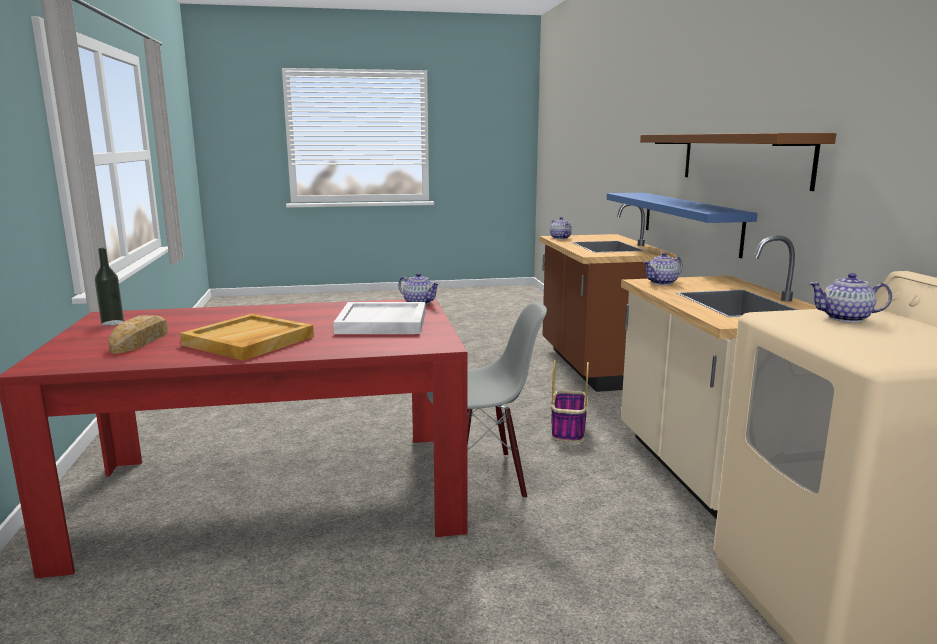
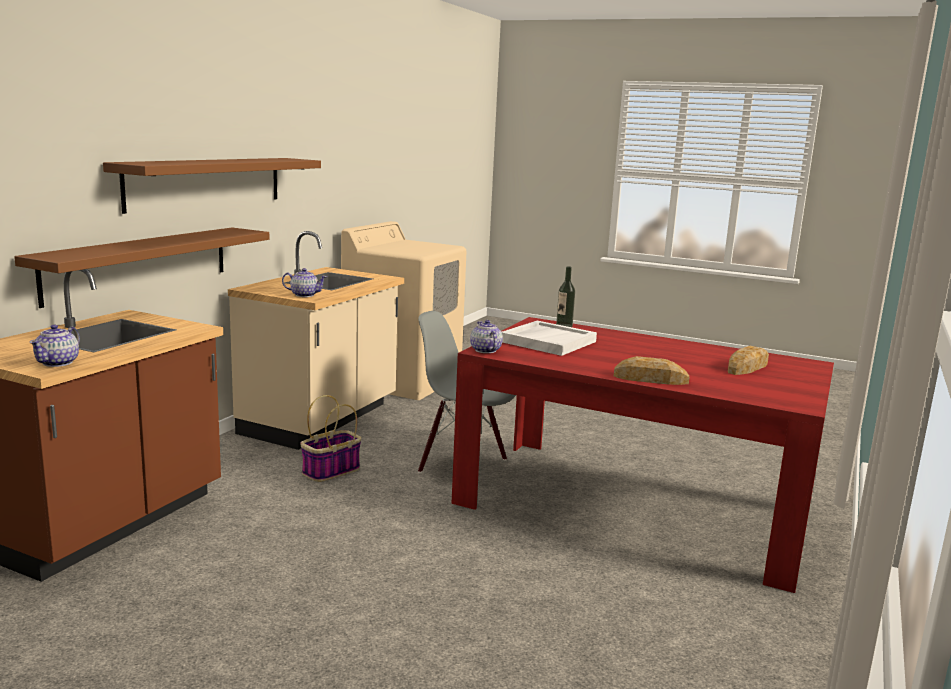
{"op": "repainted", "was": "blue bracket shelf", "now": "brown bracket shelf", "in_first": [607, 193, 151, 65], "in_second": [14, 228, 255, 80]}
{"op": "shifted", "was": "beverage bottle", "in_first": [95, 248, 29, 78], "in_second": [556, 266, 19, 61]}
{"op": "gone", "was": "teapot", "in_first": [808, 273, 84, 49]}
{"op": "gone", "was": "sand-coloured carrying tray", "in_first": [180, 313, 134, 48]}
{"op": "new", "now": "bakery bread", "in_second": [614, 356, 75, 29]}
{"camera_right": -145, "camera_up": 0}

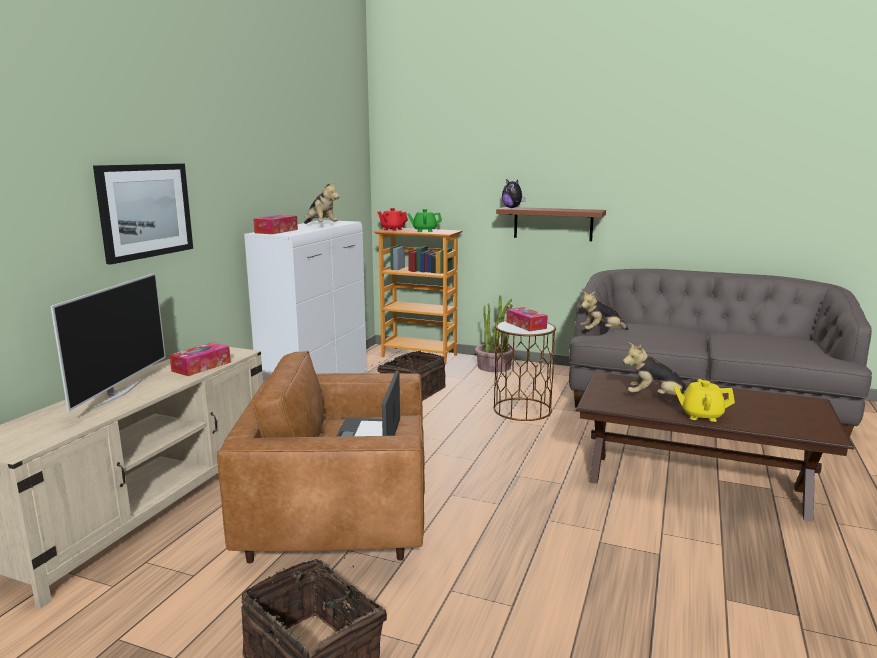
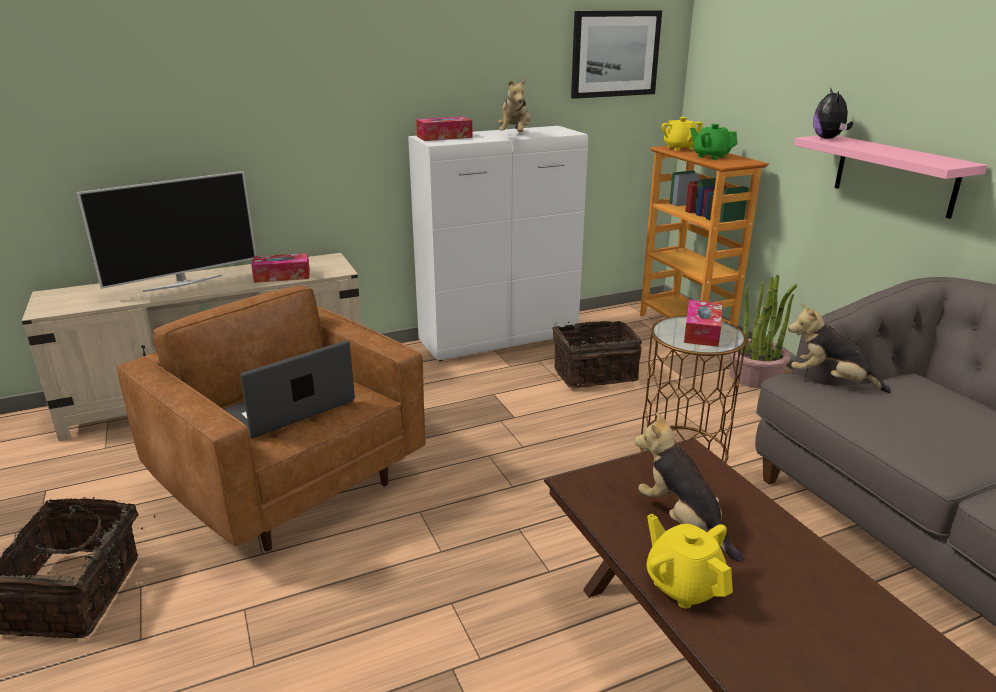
{"op": "shifted", "was": "picture", "in_first": [93, 164, 100, 100], "in_second": [571, 10, 91, 89]}
{"op": "repainted", "was": "brown bracket shelf", "now": "pink-coloured bracket shelf", "in_first": [496, 207, 110, 34], "in_second": [794, 136, 194, 83]}
{"op": "repainted", "was": "red-coloured teapot", "now": "yellowish teapot", "in_first": [377, 208, 31, 23], "in_second": [661, 117, 42, 34]}
{"camera_right": 45, "camera_up": 10}

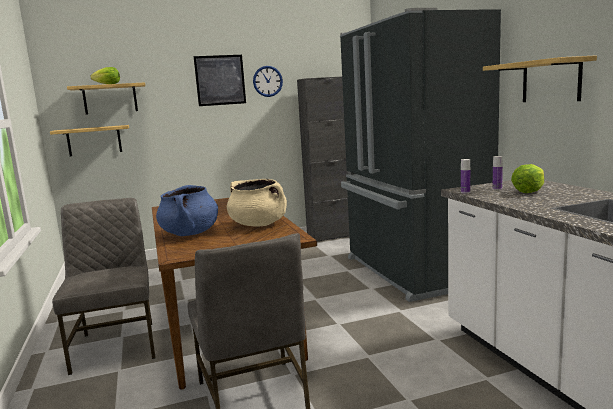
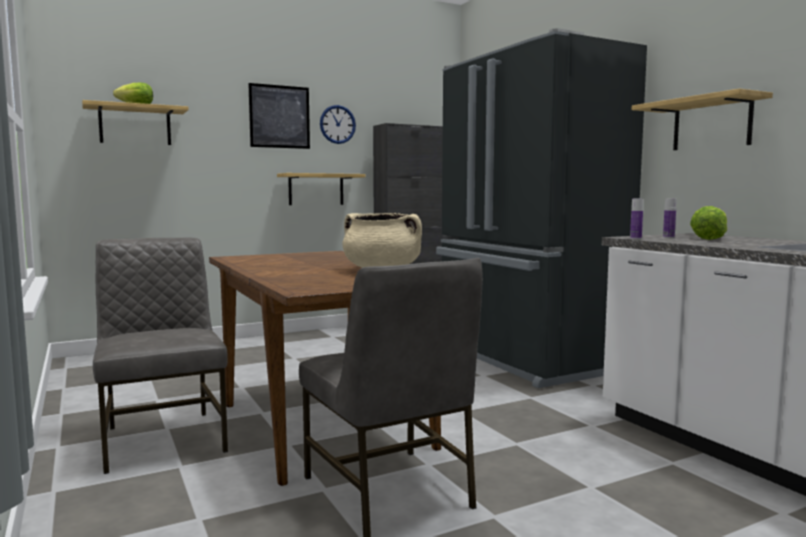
{"op": "shifted", "was": "bracket shelf", "in_first": [50, 125, 79, 31], "in_second": [277, 173, 89, 32]}
{"op": "gone", "was": "blue saucepot", "in_first": [156, 185, 62, 51]}
{"camera_right": -10, "camera_up": -5}

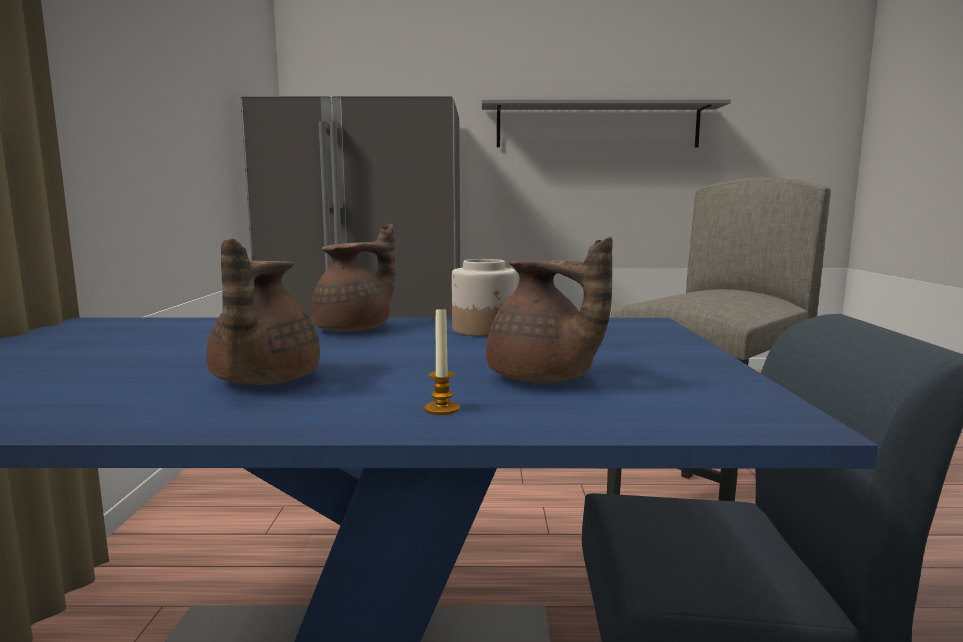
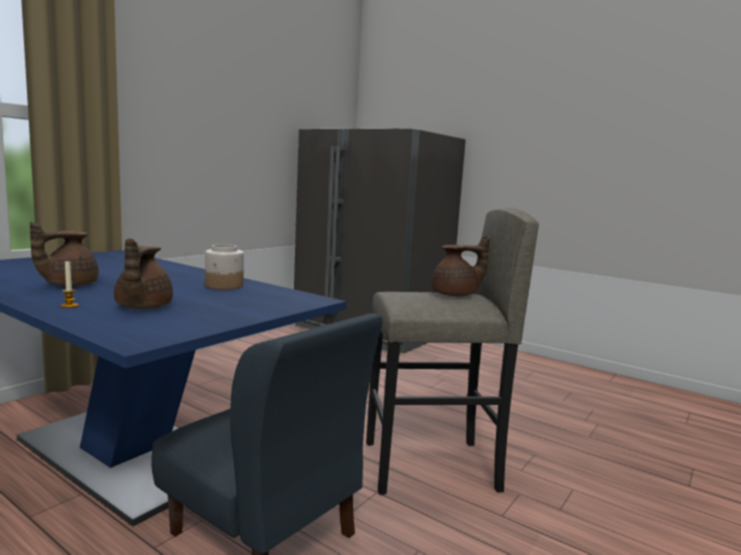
{"op": "gone", "was": "gray bracket shelf", "in_first": [482, 99, 249, 48]}
{"op": "shifted", "was": "brown teapot", "in_first": [311, 224, 85, 108], "in_second": [432, 236, 58, 61]}
{"camera_right": 35, "camera_up": 0}

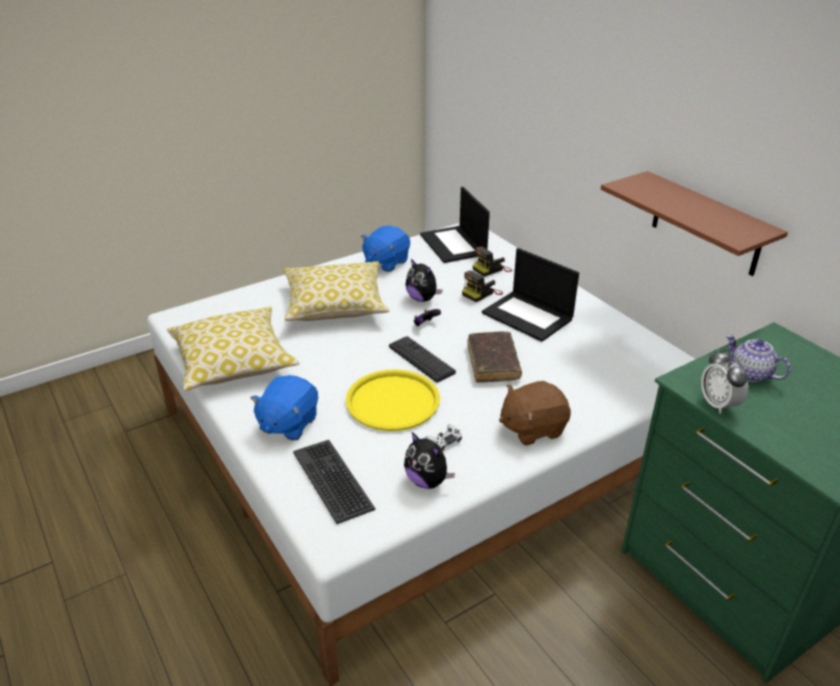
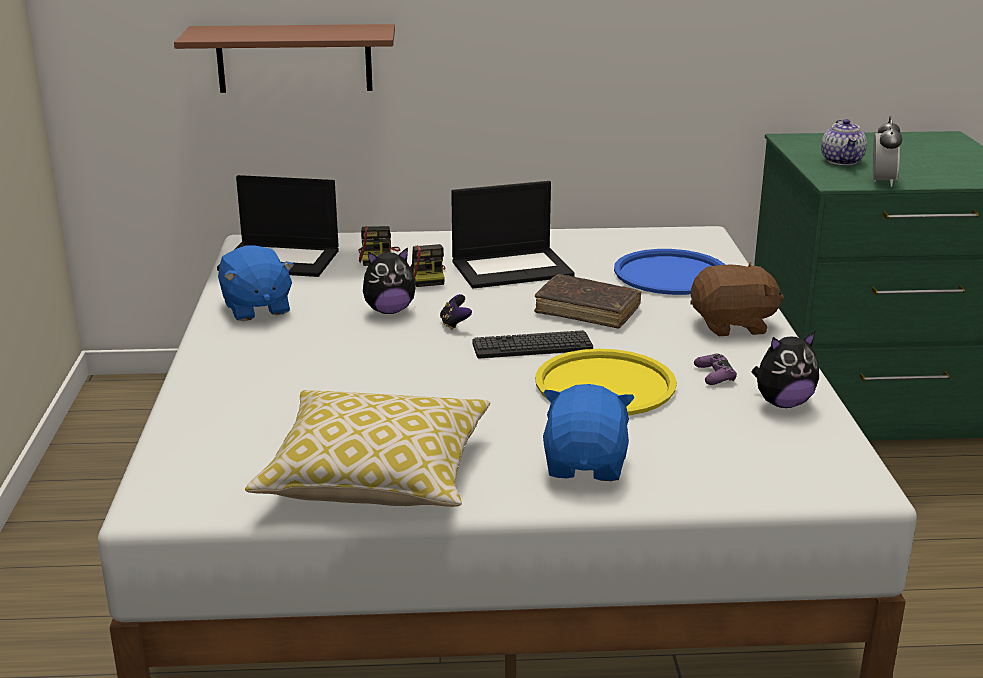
{"op": "shifted", "was": "brown bracket shelf", "in_first": [601, 171, 187, 105], "in_second": [174, 24, 221, 69]}
{"op": "gone", "was": "throw pillow", "in_first": [283, 261, 107, 60]}
{"op": "rotated", "was": "teapot", "in_first": [726, 335, 65, 47], "in_second": [821, 119, 46, 46], "clockwise": -75}
{"op": "rotated", "was": "bedside clock", "in_first": [701, 350, 48, 64], "in_second": [873, 116, 30, 71], "clockwise": -90}
{"op": "rotated", "was": "blue cuddly toy", "in_first": [250, 375, 68, 66], "in_second": [543, 384, 92, 97], "clockwise": -135}
{"op": "rotated", "was": "brown cuddly toy", "in_first": [499, 381, 72, 65], "in_second": [691, 262, 93, 74], "clockwise": -105}
{"op": "repainted", "was": "white game controller", "now": "purple-coloured game controller", "in_first": [425, 424, 37, 27], "in_second": [694, 353, 43, 32]}
{"op": "gone", "was": "computer keyboard", "in_first": [293, 440, 82, 84]}
{"op": "new", "now": "blue carrying tray", "in_second": [614, 249, 112, 46]}
{"camera_right": -60, "camera_up": -10}

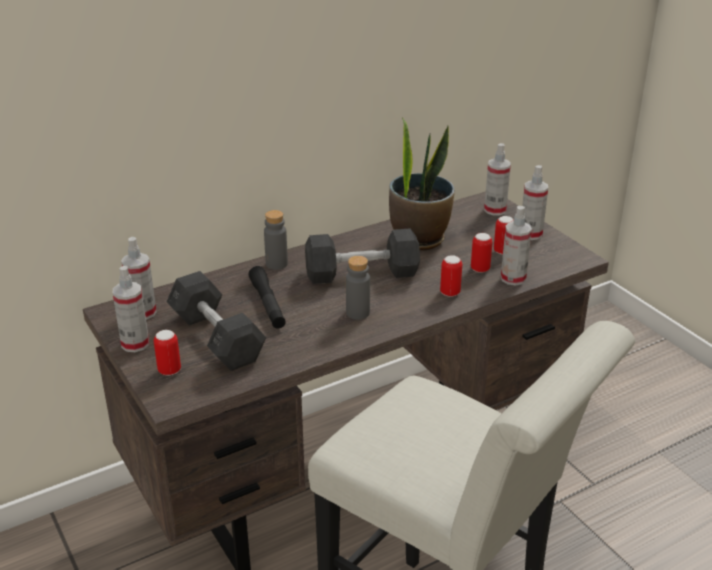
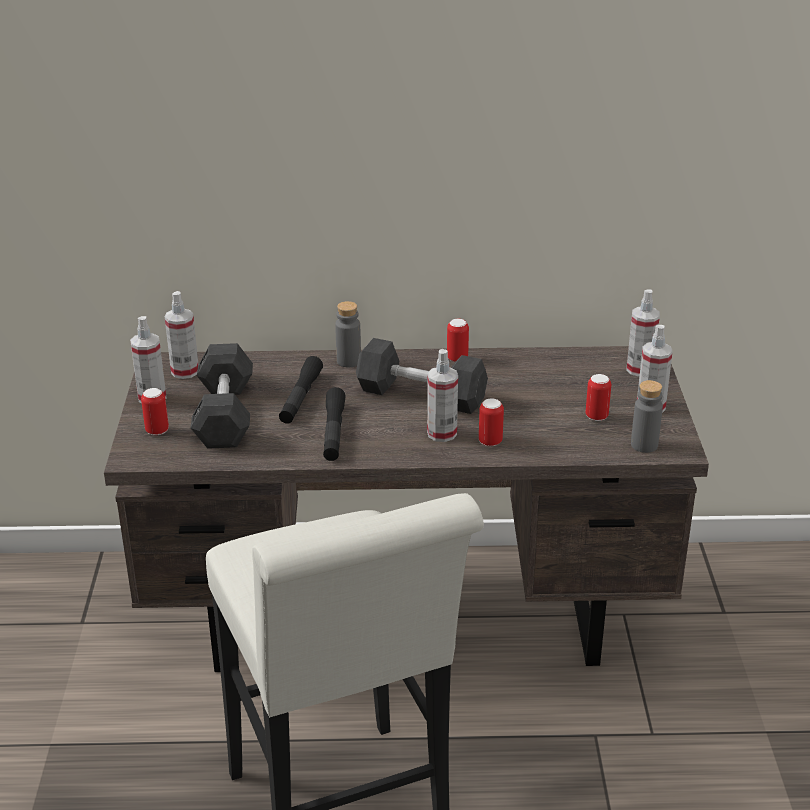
{"op": "gone", "was": "houseplant", "in_first": [389, 118, 66, 133]}
{"op": "shifted", "was": "spray bottle", "in_first": [501, 206, 31, 80], "in_second": [427, 349, 31, 93]}
{"op": "shifted", "was": "metal can", "in_first": [471, 233, 22, 40], "in_second": [447, 319, 22, 43]}
{"op": "shifted", "was": "gray beverage bottle", "in_first": [346, 256, 24, 64], "in_second": [631, 380, 32, 73]}
{"op": "new", "now": "black torch", "in_second": [323, 387, 23, 74]}
{"camera_right": 30, "camera_up": 0}

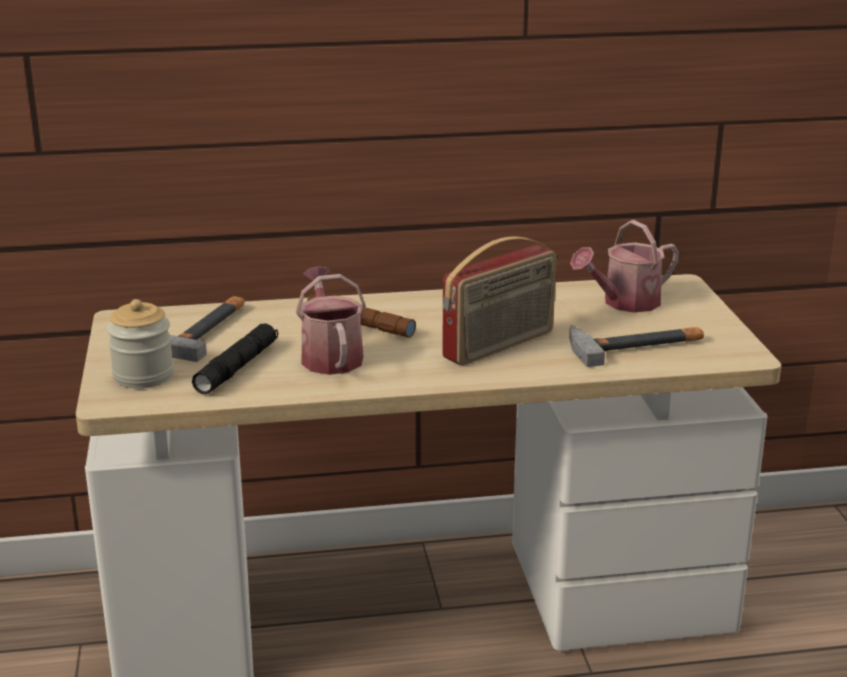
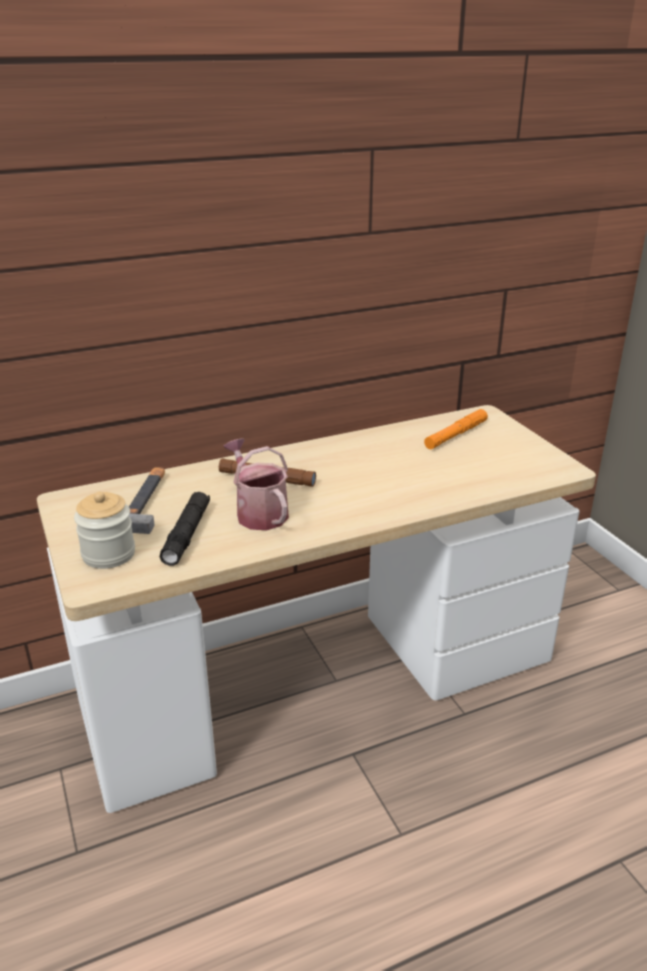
{"op": "swapped", "was": "watering can", "now": "orange torch", "in_first": [570, 220, 109, 93], "in_second": [424, 409, 64, 40]}
{"op": "gone", "was": "radio receiver", "in_first": [442, 237, 115, 128]}
{"op": "gone", "was": "hammer", "in_first": [569, 325, 135, 42]}
{"camera_right": -15, "camera_up": 5}

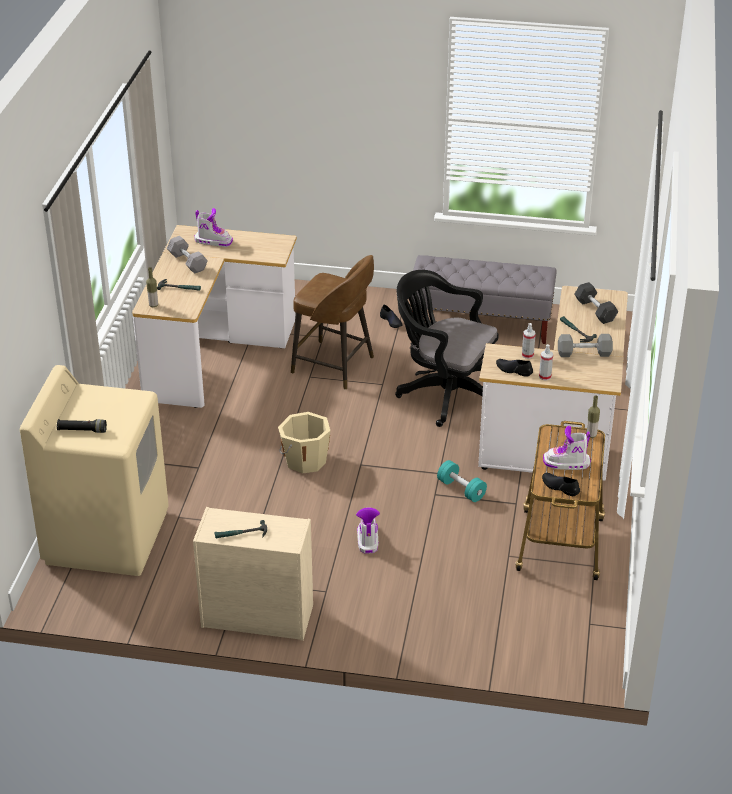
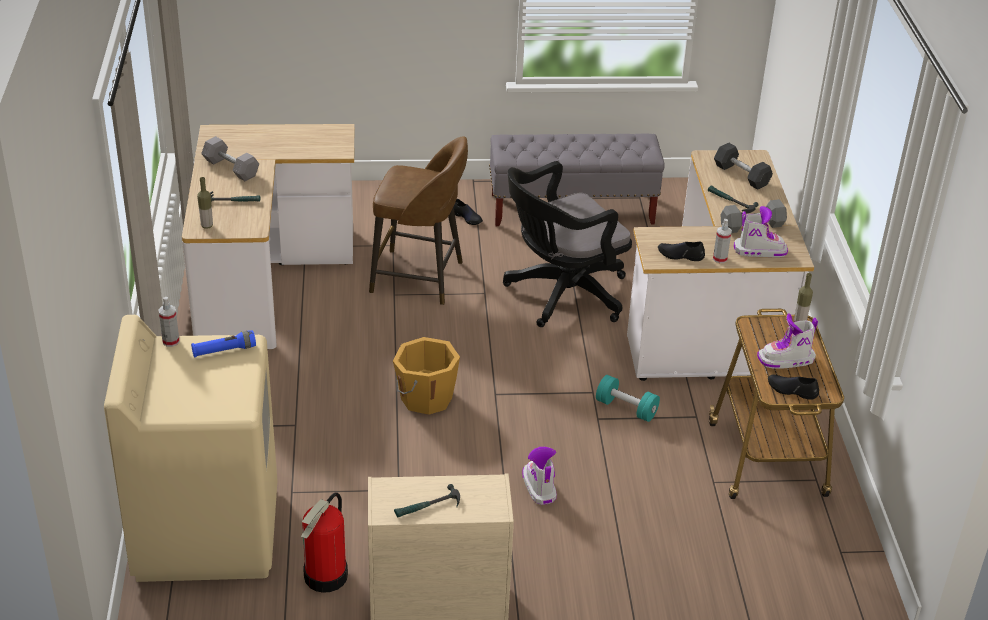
{"op": "shifted", "was": "tall boot", "in_first": [194, 208, 39, 39], "in_second": [734, 206, 54, 51]}
{"op": "rotated", "was": "black office chair", "in_first": [395, 270, 103, 157], "in_second": [503, 161, 129, 166], "clockwise": -45}
{"op": "shifted", "was": "spray bottle", "in_first": [522, 323, 14, 36], "in_second": [158, 297, 22, 50]}
{"op": "repainted", "was": "sand-coloured water bucket", "now": "orange water bucket", "in_first": [278, 412, 52, 61], "in_second": [393, 337, 67, 78]}
{"op": "gone", "was": "black torch", "in_first": [57, 419, 50, 14]}
{"op": "new", "now": "blue torch", "in_second": [191, 330, 65, 28]}
{"op": "new", "now": "fire-fighting cylinder", "in_second": [301, 492, 47, 101]}
{"camera_right": -15, "camera_up": 0}

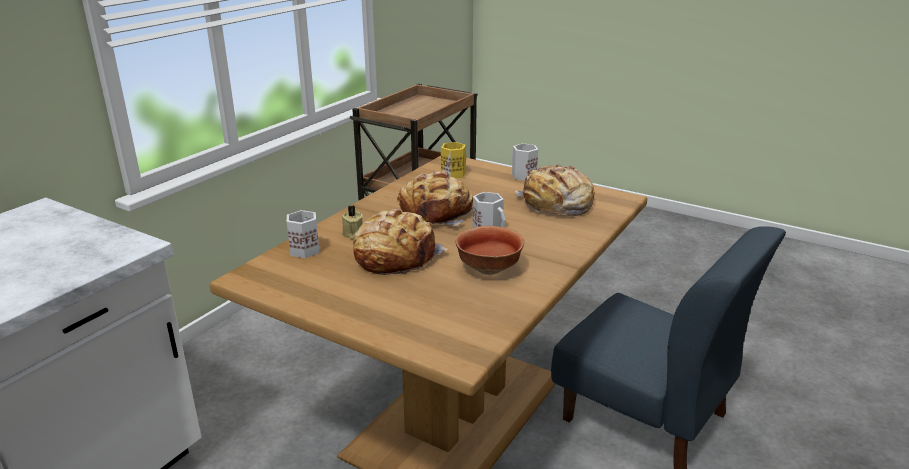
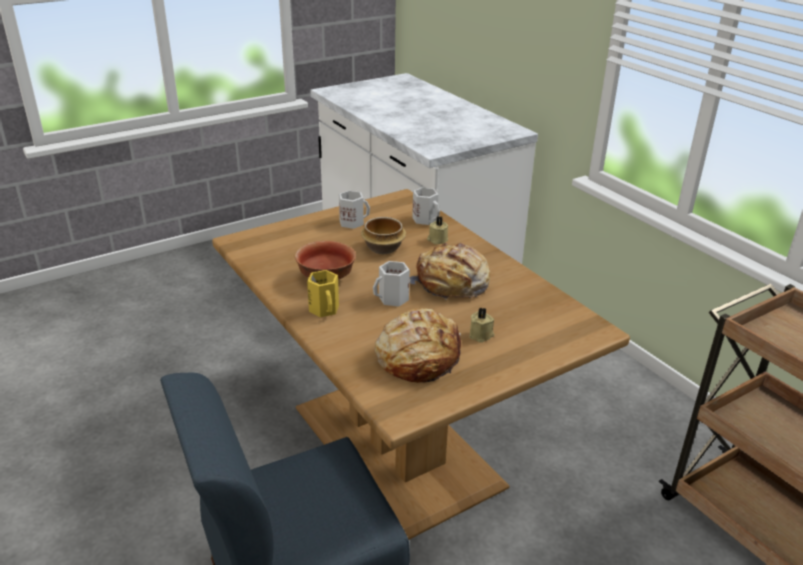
{"op": "shifted", "was": "yellowish mug", "in_first": [441, 142, 25, 36], "in_second": [307, 270, 32, 47]}
{"op": "shifted", "was": "white mug", "in_first": [511, 143, 27, 38], "in_second": [339, 190, 31, 39]}
{"op": "swapped", "was": "bakery bread", "now": "serving bowl", "in_first": [353, 209, 95, 66], "in_second": [361, 217, 45, 37]}
{"op": "new", "now": "sand-coloured wax light", "in_second": [469, 308, 25, 35]}
{"camera_right": 115, "camera_up": 5}

